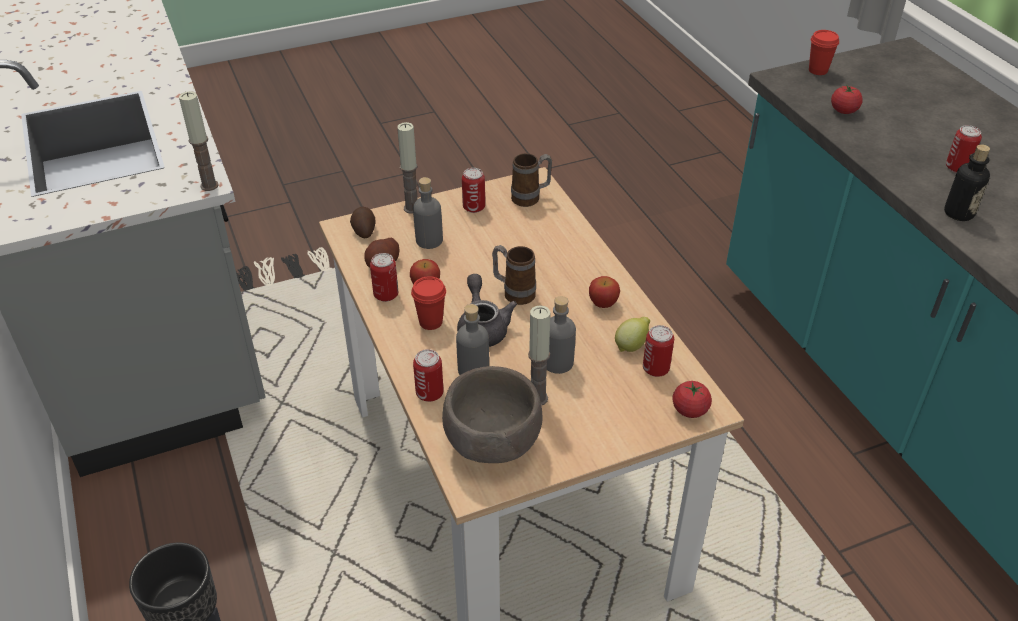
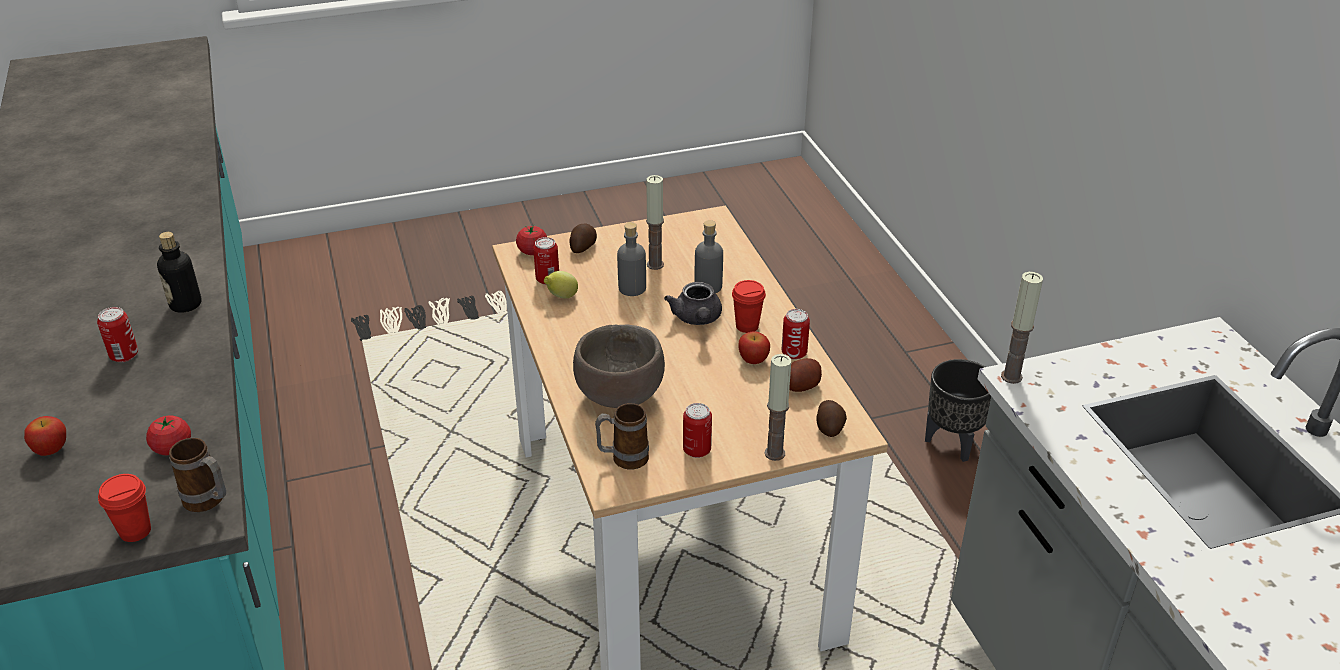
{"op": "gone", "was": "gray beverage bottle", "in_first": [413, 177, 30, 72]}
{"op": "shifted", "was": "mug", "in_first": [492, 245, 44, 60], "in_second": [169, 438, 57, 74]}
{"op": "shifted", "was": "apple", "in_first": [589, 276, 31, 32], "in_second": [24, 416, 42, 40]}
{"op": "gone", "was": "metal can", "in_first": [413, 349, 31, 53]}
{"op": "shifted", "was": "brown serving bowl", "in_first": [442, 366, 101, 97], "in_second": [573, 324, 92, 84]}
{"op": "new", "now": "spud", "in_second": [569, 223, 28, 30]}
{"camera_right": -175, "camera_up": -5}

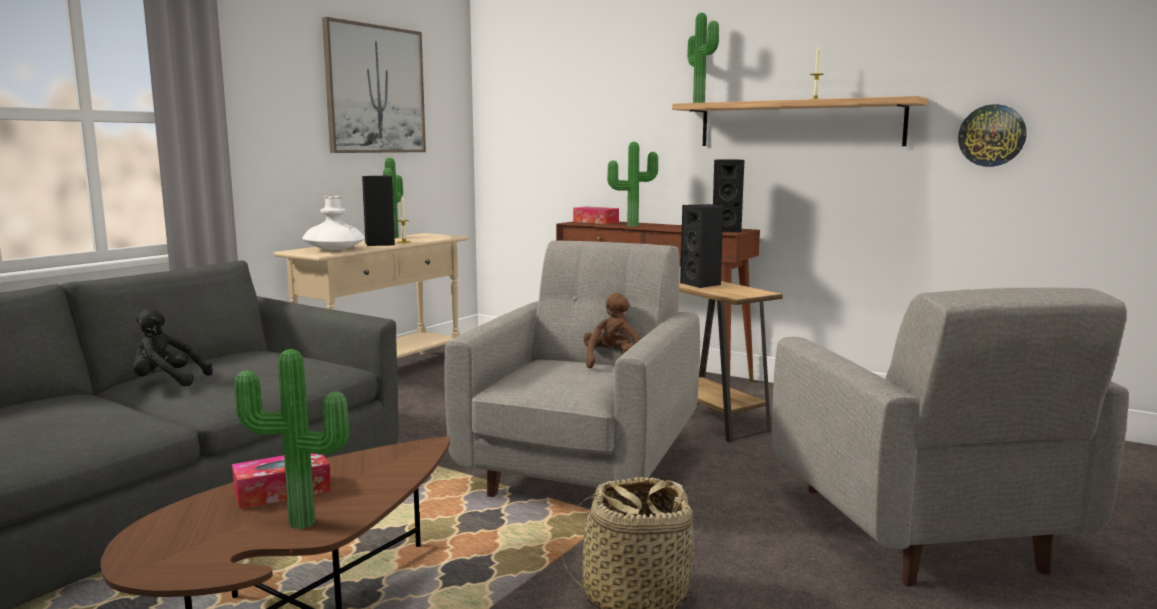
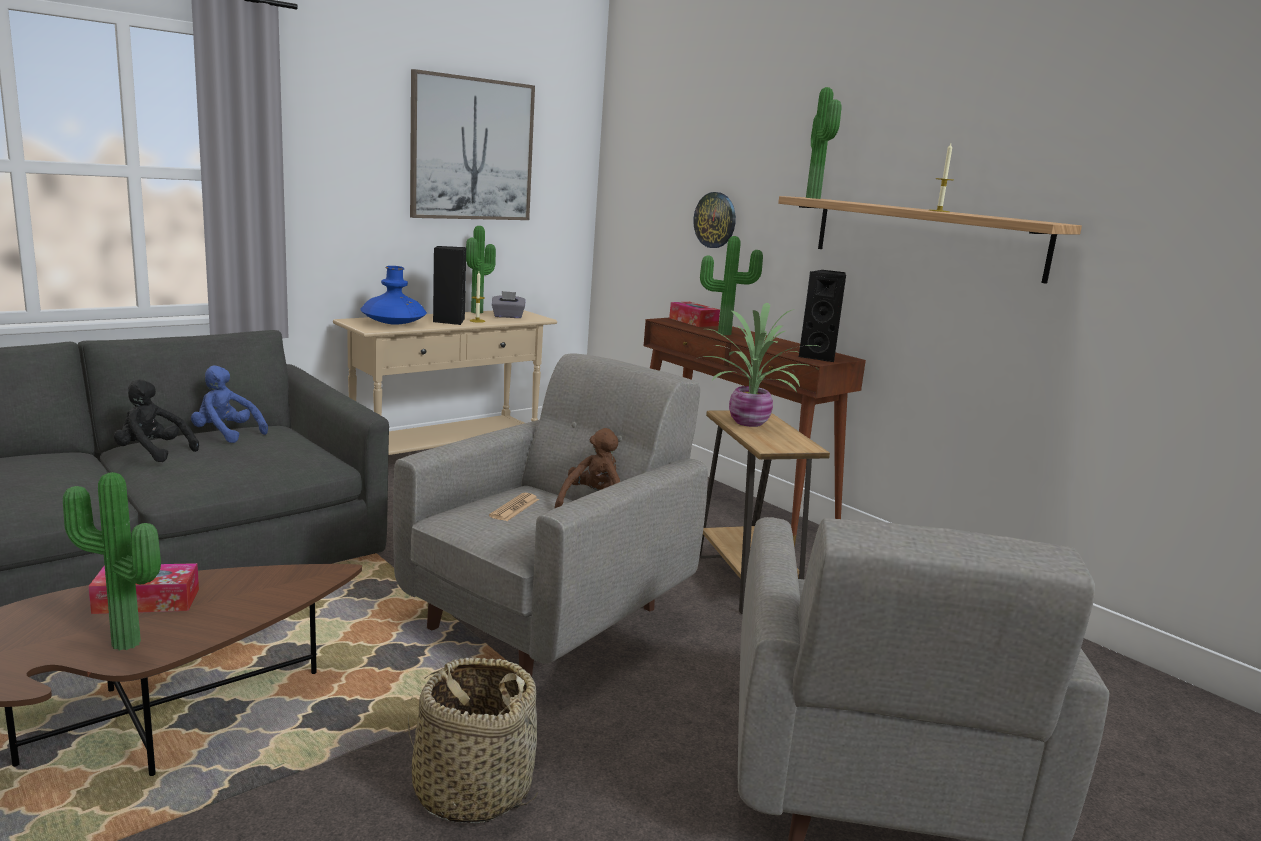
{"op": "shifted", "was": "hanging clock", "in_first": [958, 104, 69, 63], "in_second": [693, 192, 43, 56]}
{"op": "repainted", "was": "white decorative vase", "now": "blue decorative vase", "in_first": [302, 196, 63, 54], "in_second": [360, 266, 67, 59]}
{"op": "swapped", "was": "black audio speaker", "now": "houseplant", "in_first": [680, 204, 43, 84], "in_second": [693, 303, 129, 124]}
{"op": "new", "now": "gray tissue box", "in_second": [492, 291, 33, 27]}
{"op": "new", "now": "blue cuddly toy", "in_second": [191, 365, 77, 78]}
{"op": "new", "now": "printed paper", "in_second": [489, 493, 50, 28]}
{"camera_right": 15, "camera_up": 5}

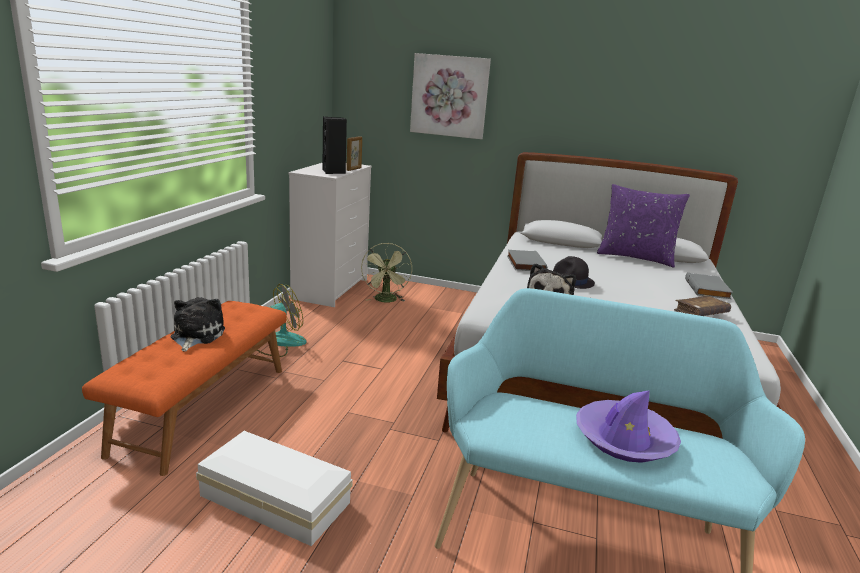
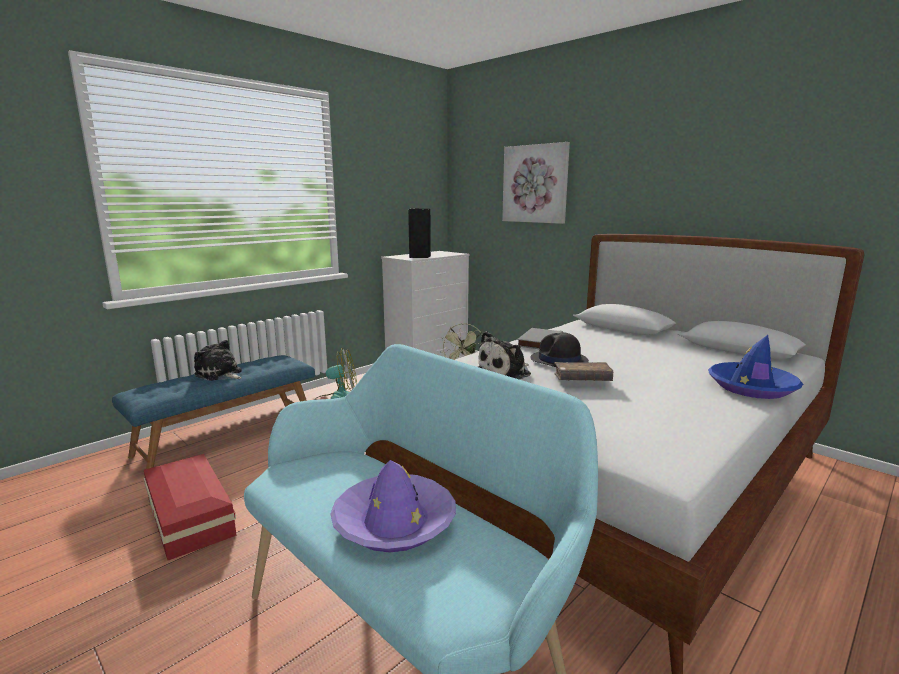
{"op": "gone", "was": "picture frame", "in_first": [346, 136, 16, 35]}
{"op": "gone", "was": "purple-coloured throw pillow", "in_first": [597, 184, 93, 83]}
{"op": "swapped", "was": "gray bound book", "now": "blue wearable hat", "in_first": [685, 272, 48, 27], "in_second": [708, 335, 95, 64]}
{"op": "shifted", "was": "brown bound book", "in_first": [674, 295, 57, 21], "in_second": [554, 362, 59, 19]}
{"op": "rotated", "was": "cuddly toy", "in_first": [171, 298, 54, 54], "in_second": [194, 340, 48, 41], "clockwise": -90}
{"op": "repainted", "was": "orange bench", "now": "blue bench", "in_first": [82, 301, 205, 175], "in_second": [112, 355, 203, 114]}
{"op": "repainted", "was": "white storage container", "now": "red-coloured storage container", "in_first": [196, 431, 157, 115], "in_second": [143, 454, 94, 106]}
{"camera_right": 30, "camera_up": -5}

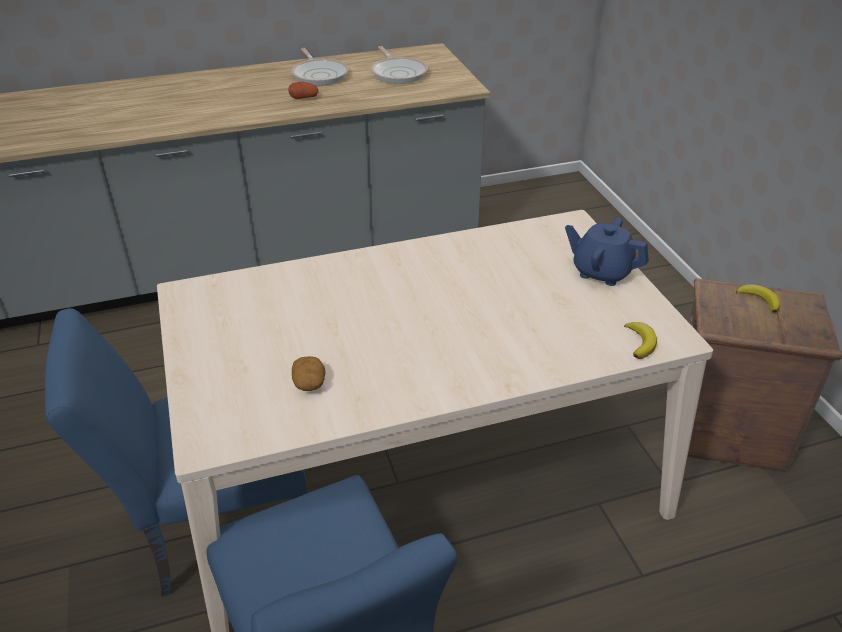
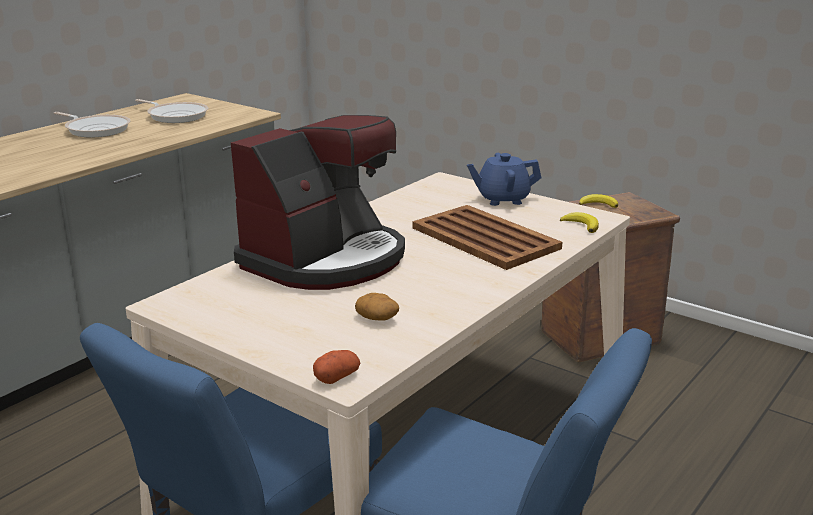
{"op": "shifted", "was": "spud", "in_first": [288, 81, 31, 18], "in_second": [313, 350, 47, 34]}
{"op": "new", "now": "coffee maker", "in_second": [231, 115, 174, 175]}
{"op": "new", "now": "brown carrying tray", "in_second": [412, 205, 150, 65]}
{"camera_right": -35, "camera_up": -15}

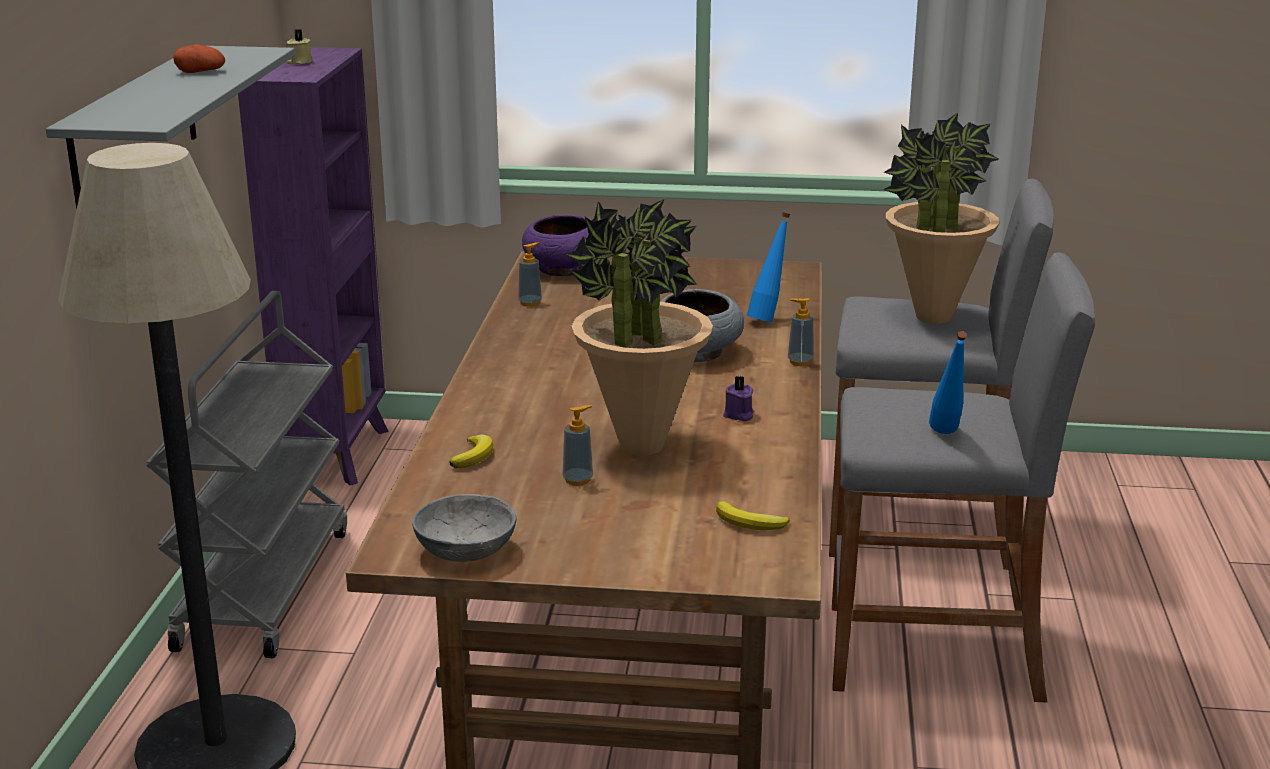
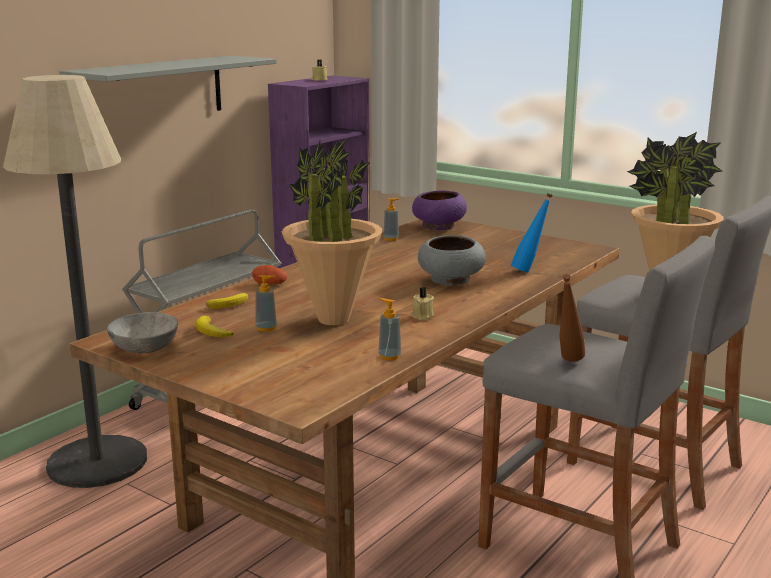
{"op": "shifted", "was": "spud", "in_first": [173, 44, 52, 29], "in_second": [252, 265, 35, 19]}
{"op": "shifted", "was": "liquid soap bottle", "in_first": [788, 298, 26, 68], "in_second": [378, 298, 23, 62]}
{"op": "repainted", "was": "blue beverage bottle", "now": "brown beverage bottle", "in_first": [929, 331, 38, 103], "in_second": [559, 274, 26, 88]}
{"op": "repainted", "was": "purple-coloured wax light", "now": "sand-coloured wax light", "in_first": [723, 376, 30, 45], "in_second": [411, 287, 23, 34]}
{"op": "shifted", "was": "banana", "in_first": [716, 501, 74, 29], "in_second": [196, 316, 37, 21]}
{"camera_right": 30, "camera_up": -5}

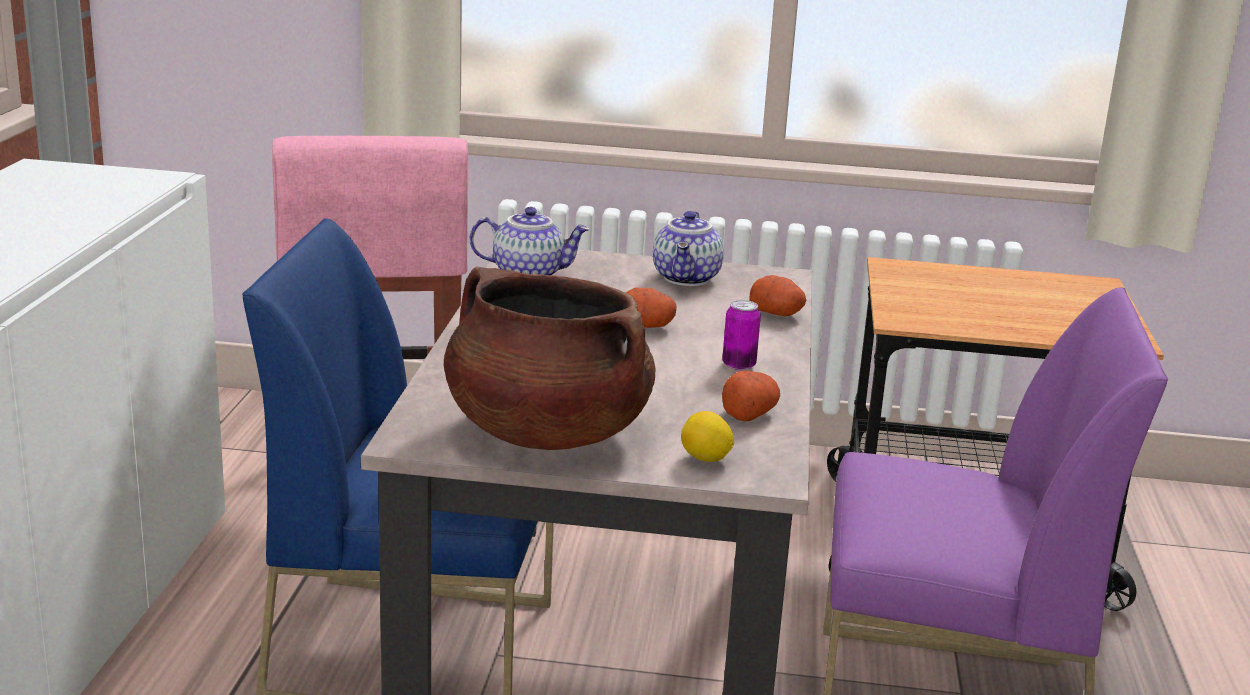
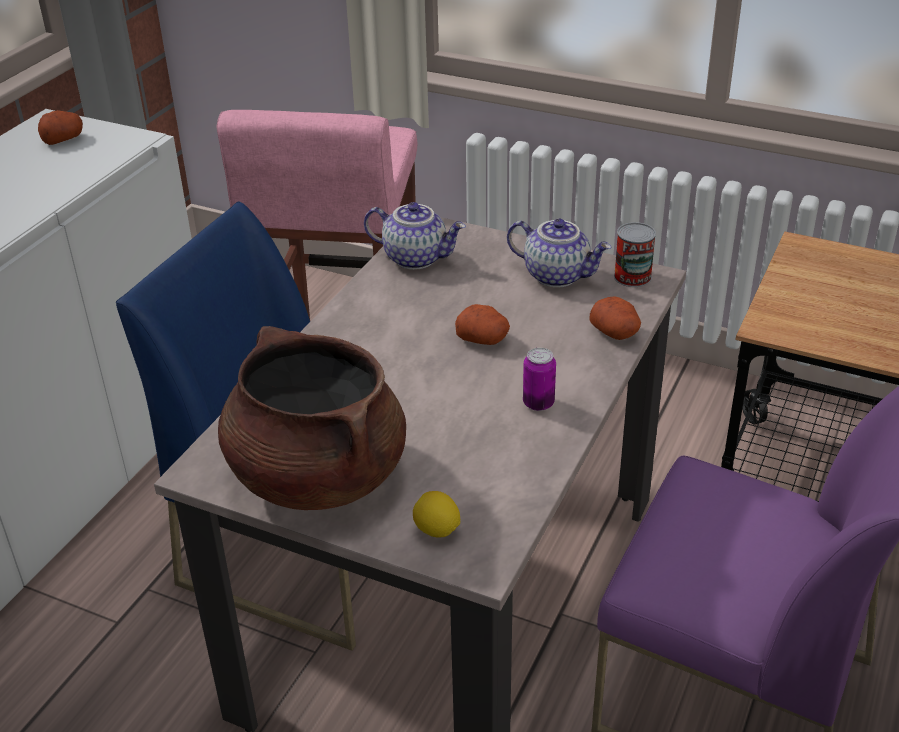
{"op": "rotated", "was": "teapot", "in_first": [653, 211, 71, 75], "in_second": [507, 218, 105, 69], "clockwise": -90}
{"op": "shifted", "was": "spud", "in_first": [722, 370, 58, 52], "in_second": [38, 110, 45, 35]}
{"op": "new", "now": "metal can", "in_second": [614, 222, 42, 65]}
{"camera_right": 20, "camera_up": 15}

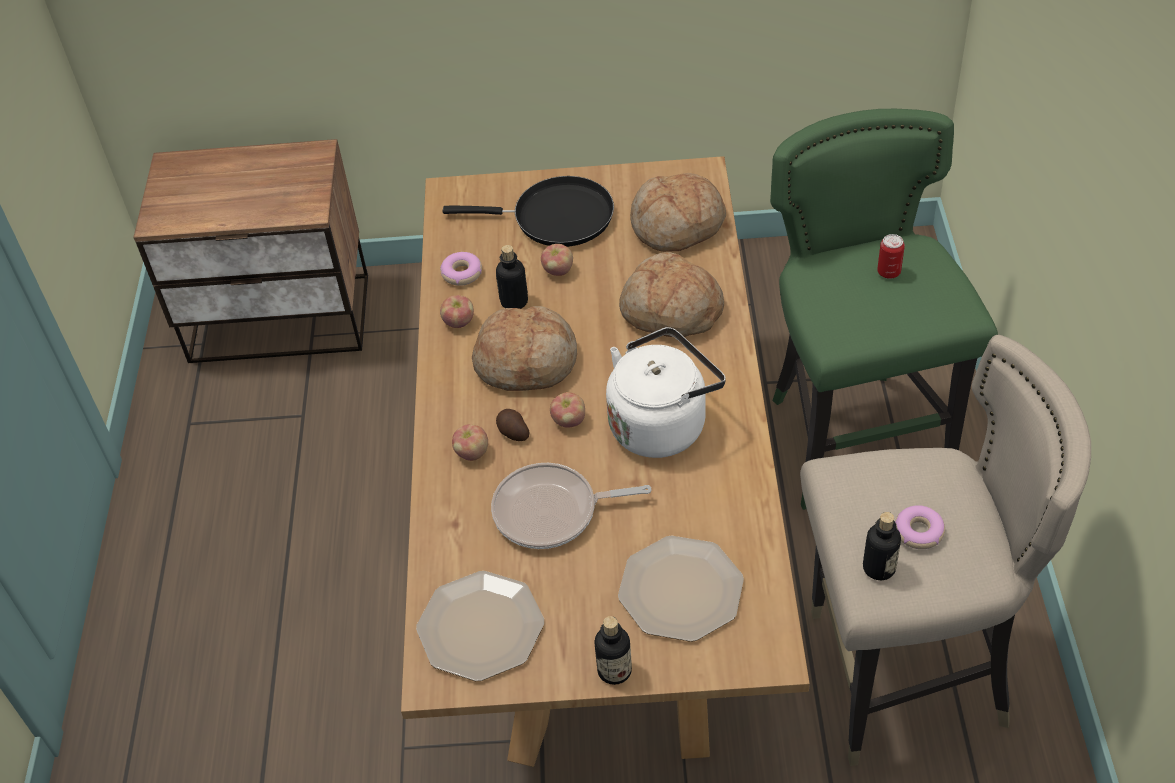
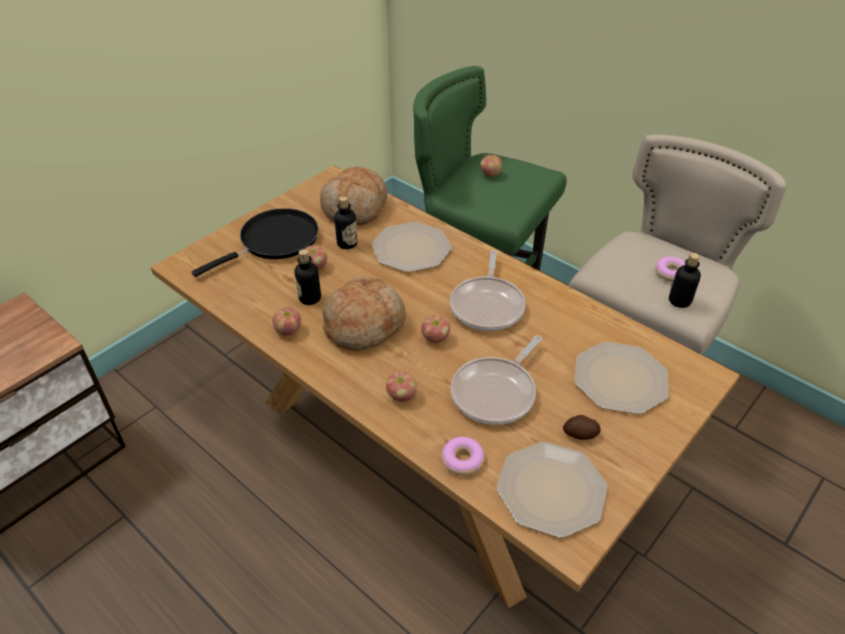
{"op": "swapped", "was": "metal can", "now": "apple", "in_first": [877, 234, 28, 45], "in_second": [480, 155, 22, 22]}
{"op": "shifted", "was": "donut", "in_first": [440, 252, 42, 34], "in_second": [441, 437, 44, 38]}
{"op": "swapped", "was": "bakery bread", "now": "flat dish", "in_first": [619, 252, 105, 85], "in_second": [372, 222, 80, 50]}
{"op": "swapped", "was": "white water kettle", "now": "pan", "in_first": [606, 327, 120, 131], "in_second": [450, 251, 76, 80]}
{"op": "shifted", "was": "spud", "in_first": [496, 409, 33, 32], "in_second": [563, 415, 38, 25]}
{"op": "shifted", "was": "beverage bottle", "in_first": [594, 616, 38, 69], "in_second": [334, 196, 24, 53]}
{"camera_right": -50, "camera_up": -5}

